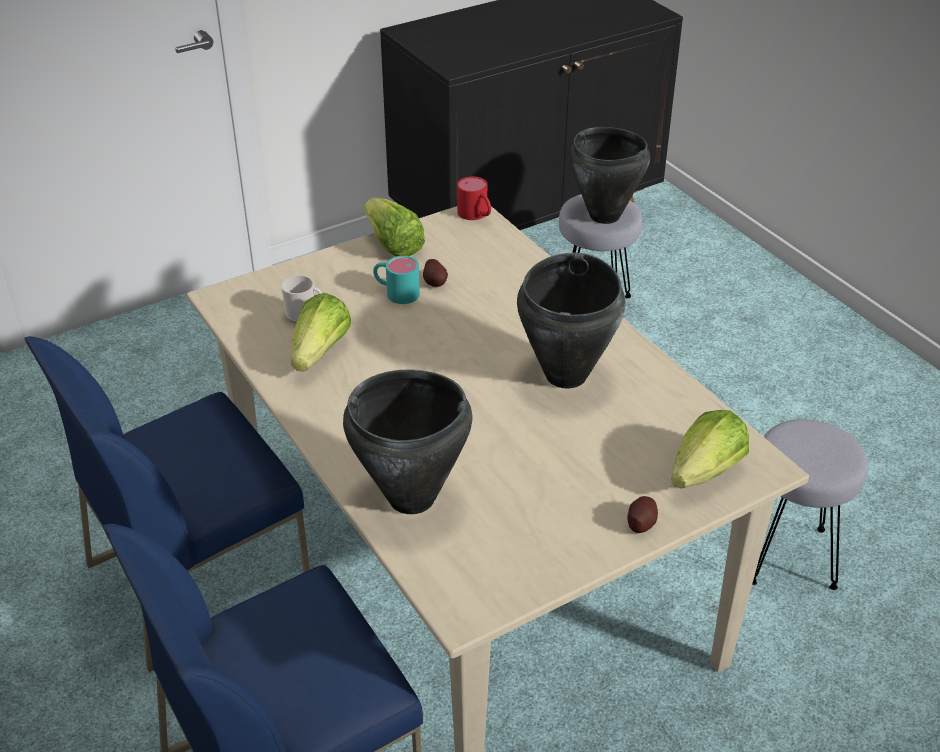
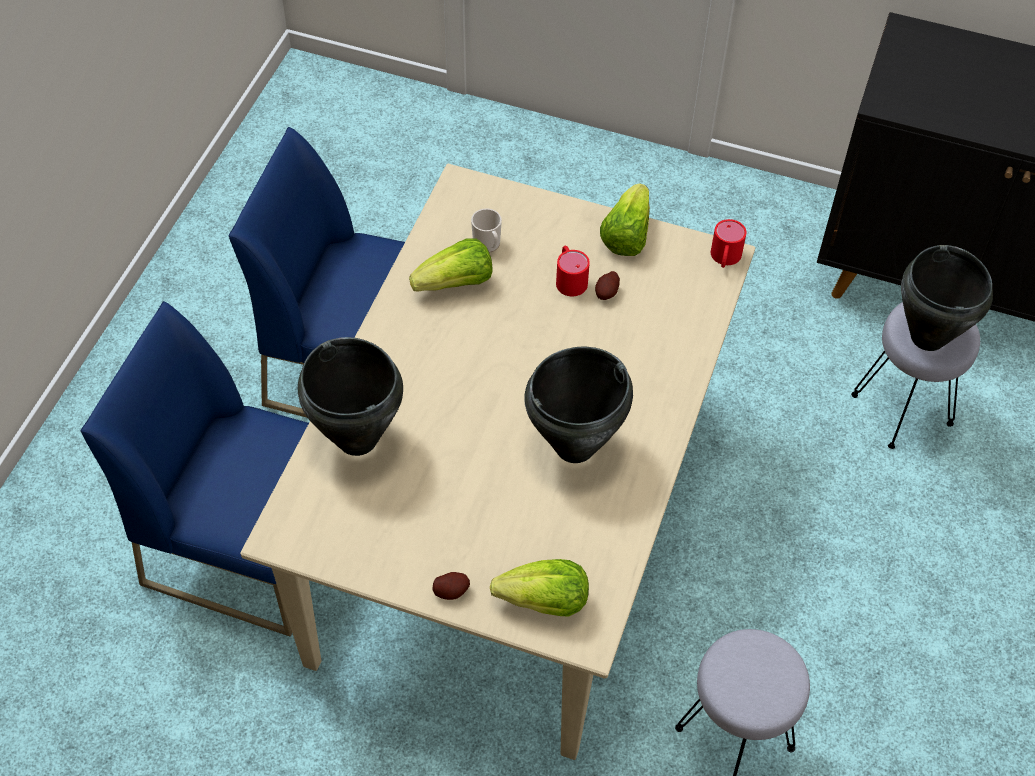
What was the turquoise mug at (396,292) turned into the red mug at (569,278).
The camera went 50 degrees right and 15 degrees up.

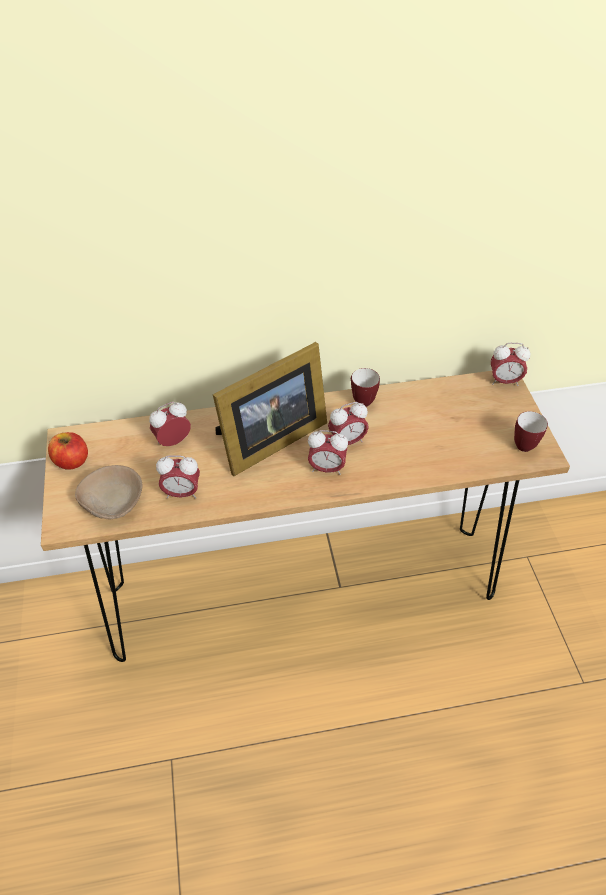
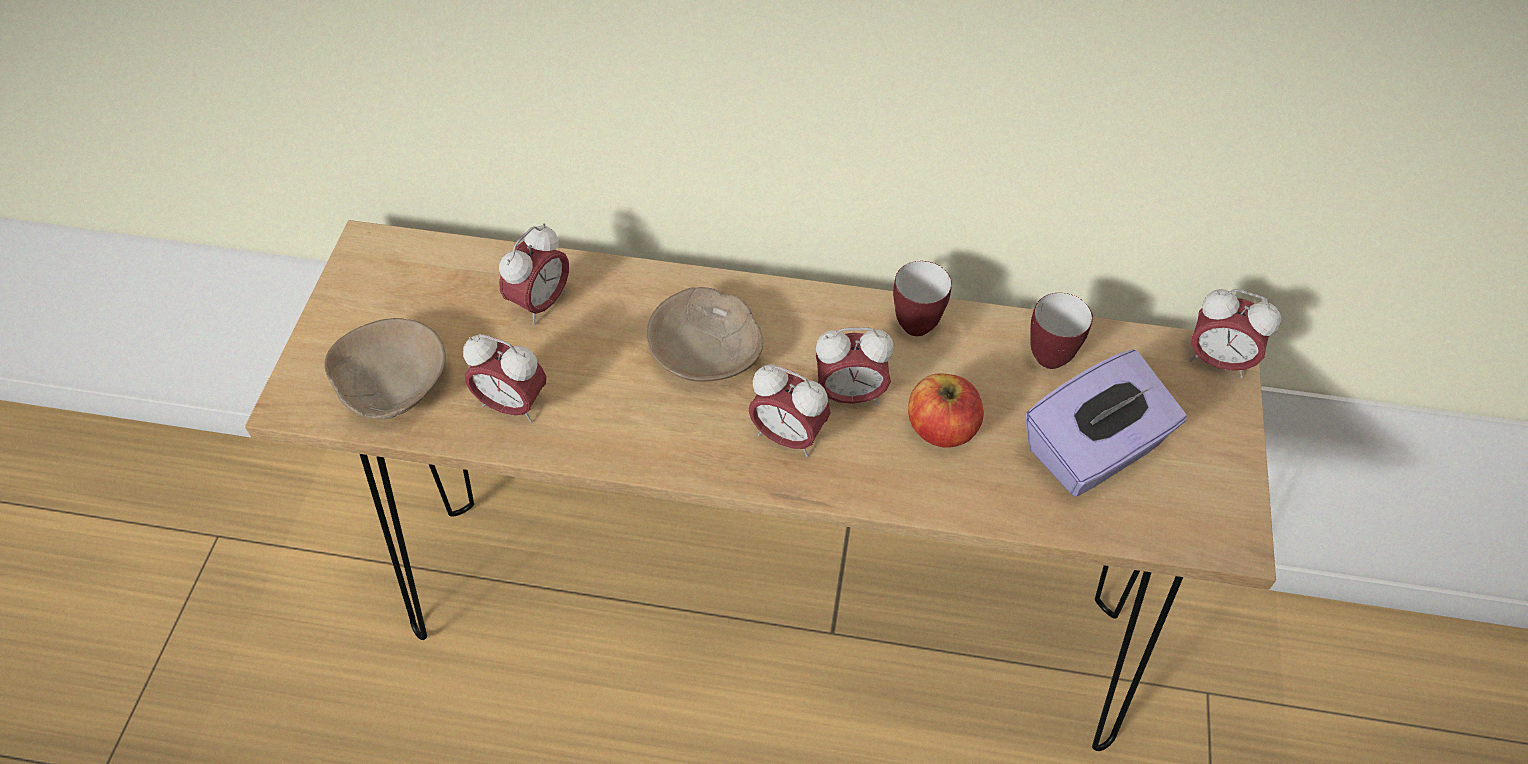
Where the picture frame stood at (268,440), the beige bowl came to stand at (706,350).
The alarm clock at (173,441) ended up facing another way, 135 degrees clockwise from before.
The mug ended up elsewhere, having gone from (525,443) to (1055,353).
The apple ended up elsewhere, having gone from (72,461) to (941,428).
The second view gained the purple tissue box at (1094,451).
The camera went 20 degrees right and 5 degrees up.

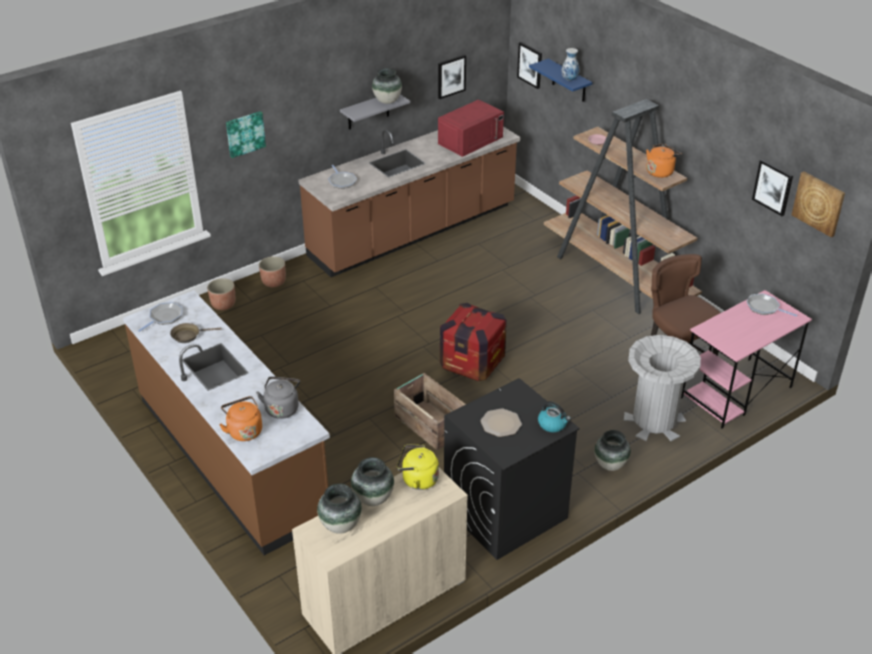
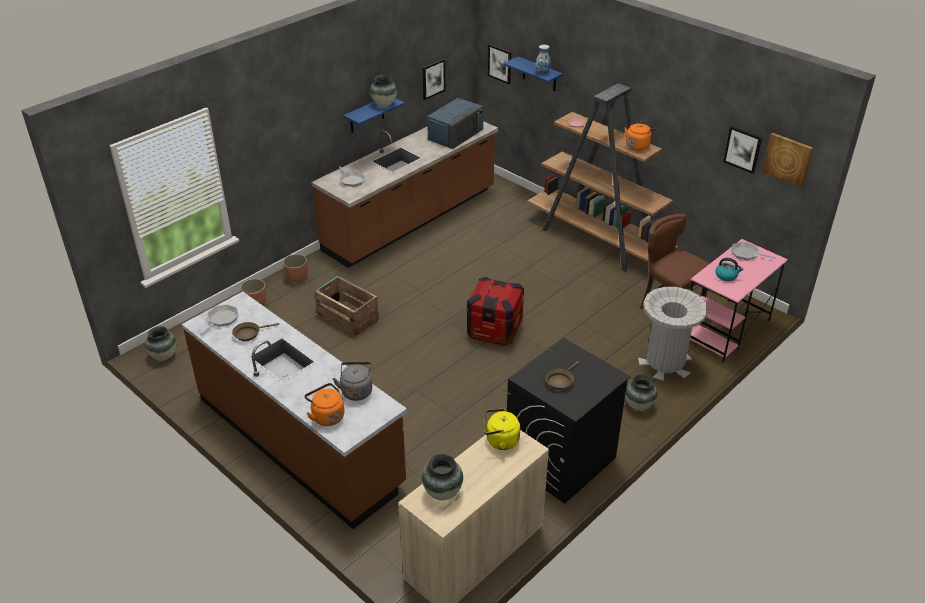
What was the grey shelf at (368,111) turned into the blue shelf at (367,115).
What was the red microwave at (470,140) turned into the blue microwave at (455,134).
The second view lost the picture at (245,133).
The crate ended up elsewhere, having gone from (430,423) to (347,316).
The kettle ended up elsewhere, having gone from (553,424) to (726,276).
Where the plate stood at (500,423), the brown frying pan came to stand at (560,380).
The vase ended up elsewhere, having gone from (372,498) to (163,356).
The camera went 10 degrees left and 0 degrees up.

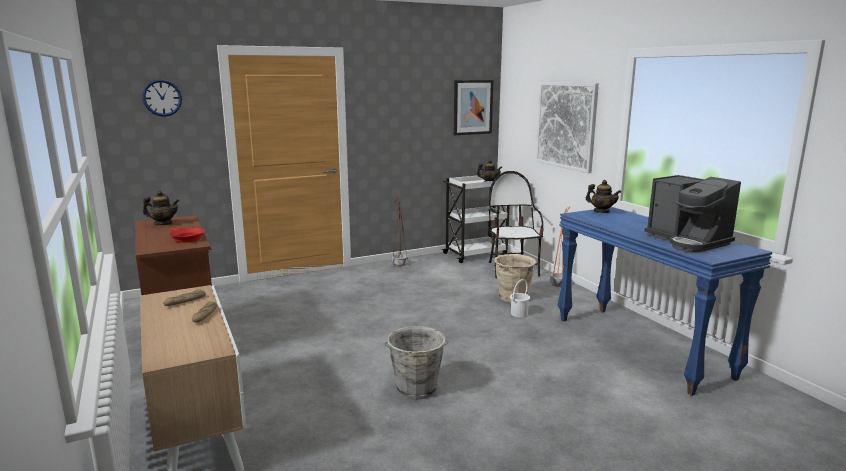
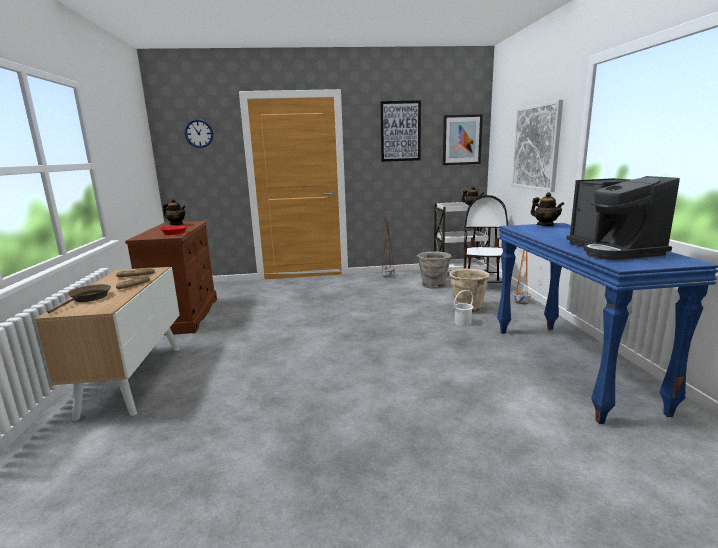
The grey bucket ended up elsewhere, having gone from (416,390) to (433,285).
The second view gained the picture at (400,131).
The second view gained the brown frying pan at (88,299).
The camera went 20 degrees right and 0 degrees up.

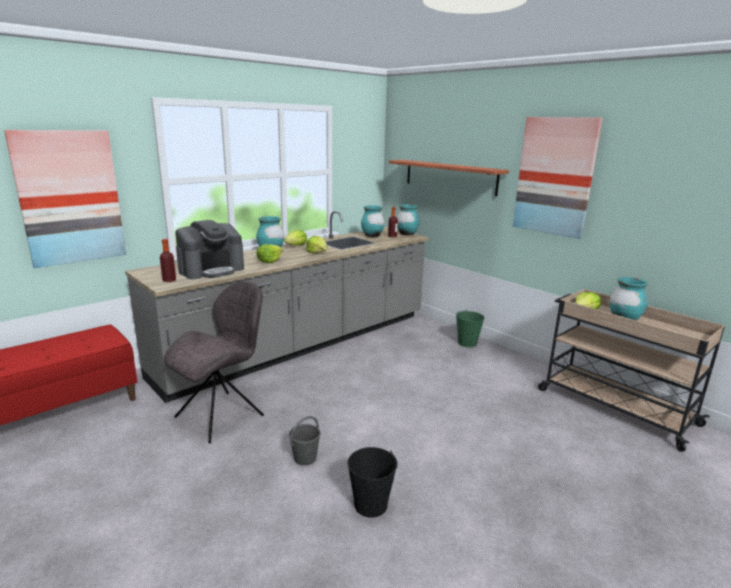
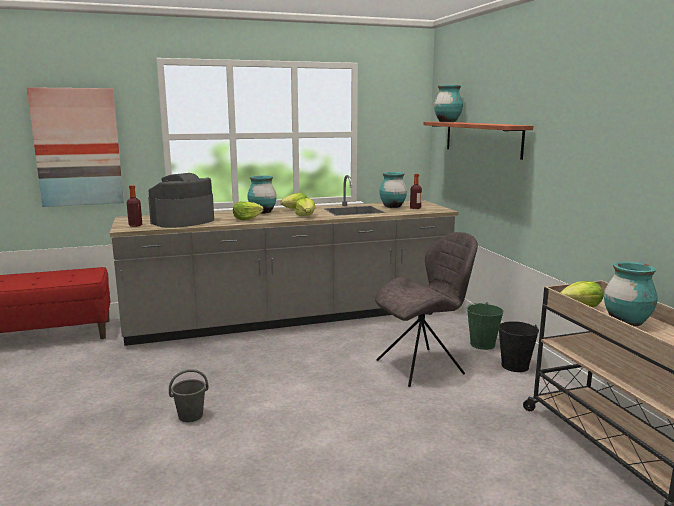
The second view lost the picture at (554,176).
The turquoise vase ended up elsewhere, having gone from (407,234) to (447,122).
The coffee machine at (211,270) ended up facing another way, 150 degrees clockwise from before.
The grey chair ended up elsewhere, having gone from (222,415) to (422,366).
The black bucket ended up elsewhere, having gone from (370,504) to (514,366).
The camera went 25 degrees right and 5 degrees down.

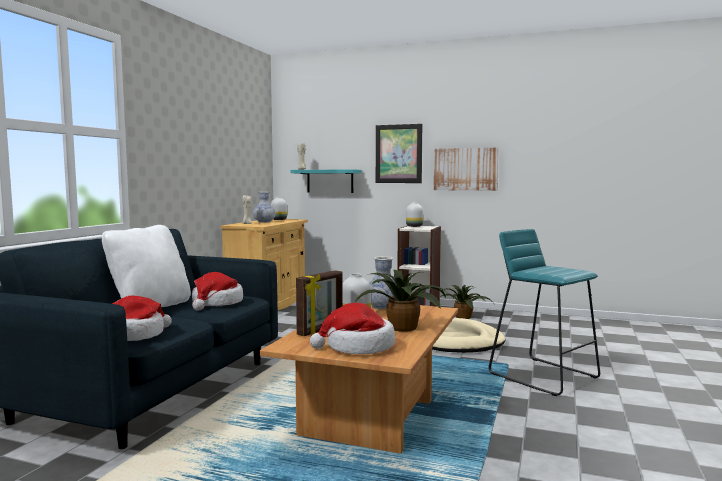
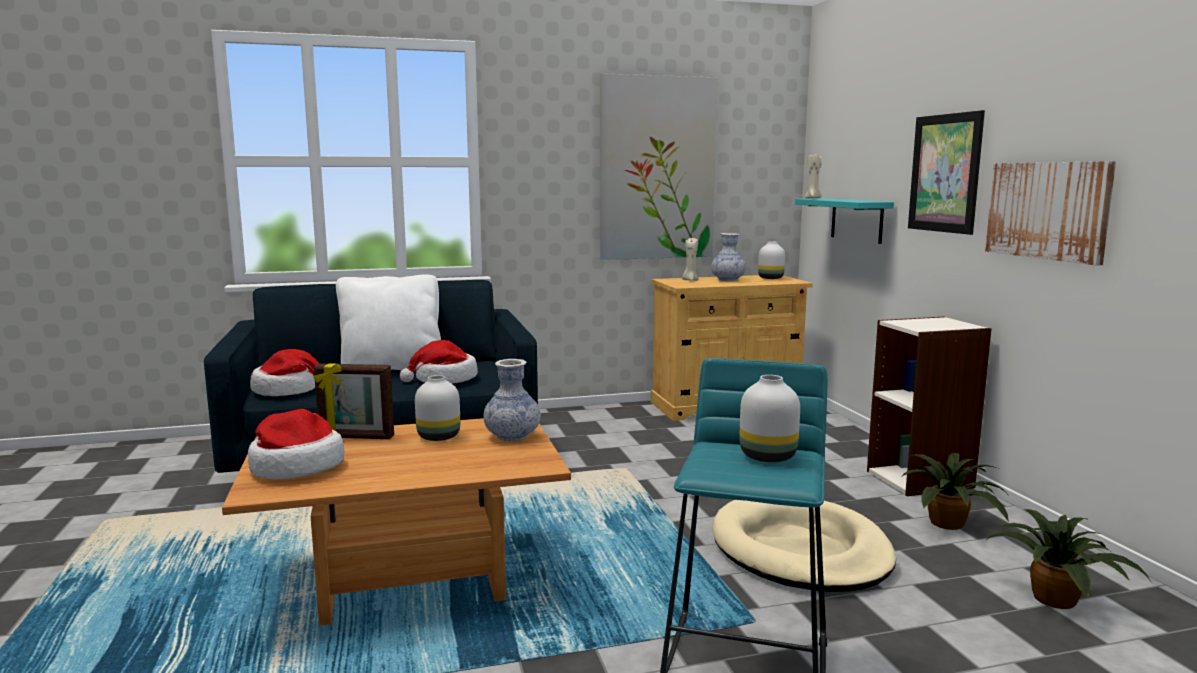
The white vase ended up elsewhere, having gone from (414,226) to (766,456).
The potted plant ended up elsewhere, having gone from (404,327) to (1058,599).
The second view gained the picture at (657,168).
The camera went 55 degrees right and 5 degrees up.

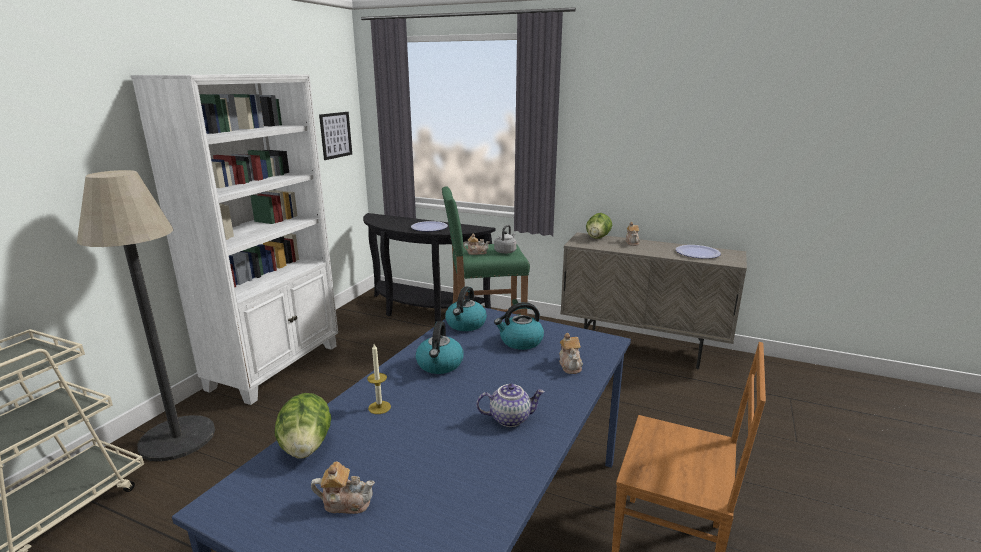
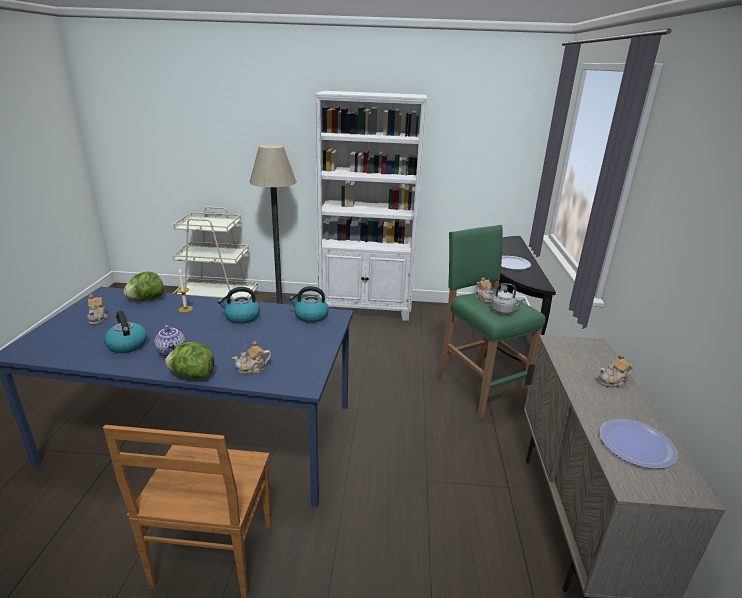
The second view lost the picture at (335,135).
The lettuce ended up elsewhere, having gone from (597,238) to (192,376).
The kettle ended up elsewhere, having gone from (520,341) to (127,344).
The camera went 70 degrees right and 5 degrees up.

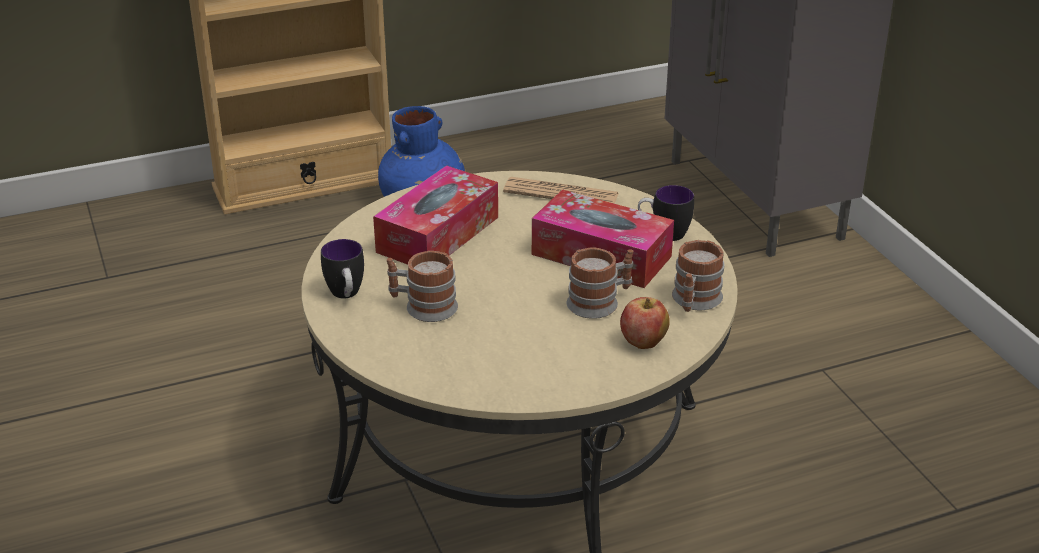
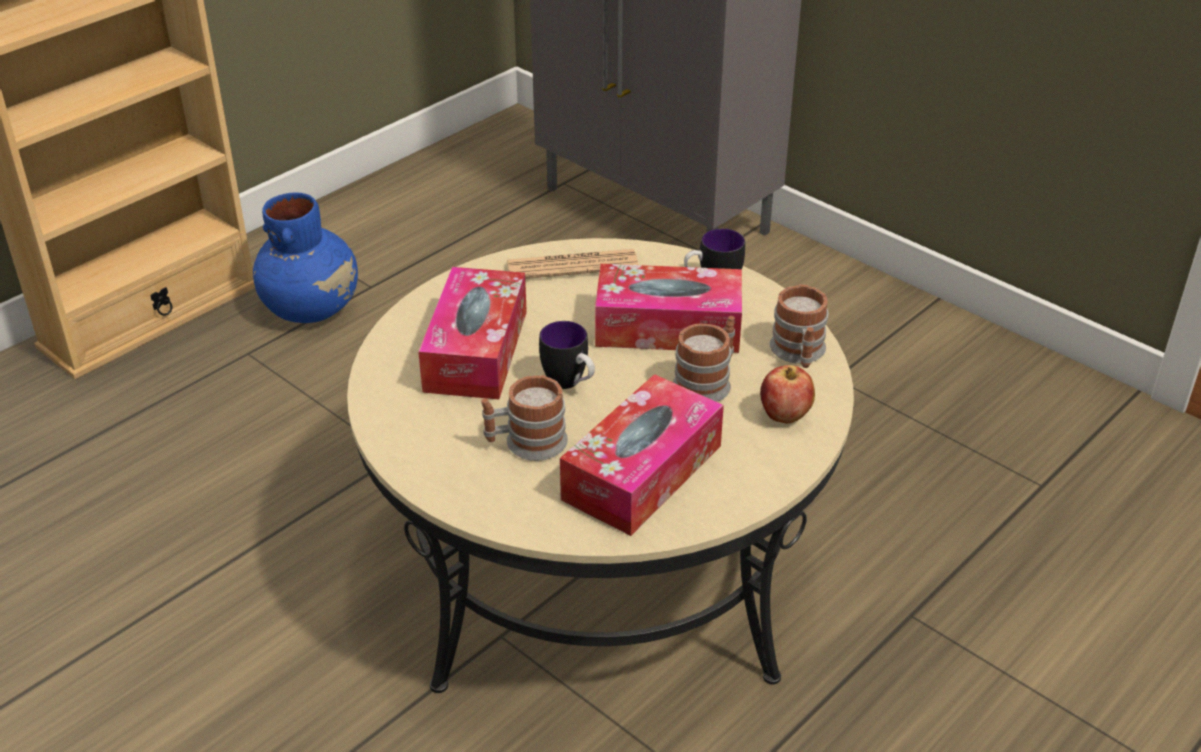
The mug ended up elsewhere, having gone from (346,296) to (570,384).
The second view gained the tissue box at (642,472).
The camera went 25 degrees left and 5 degrees up.

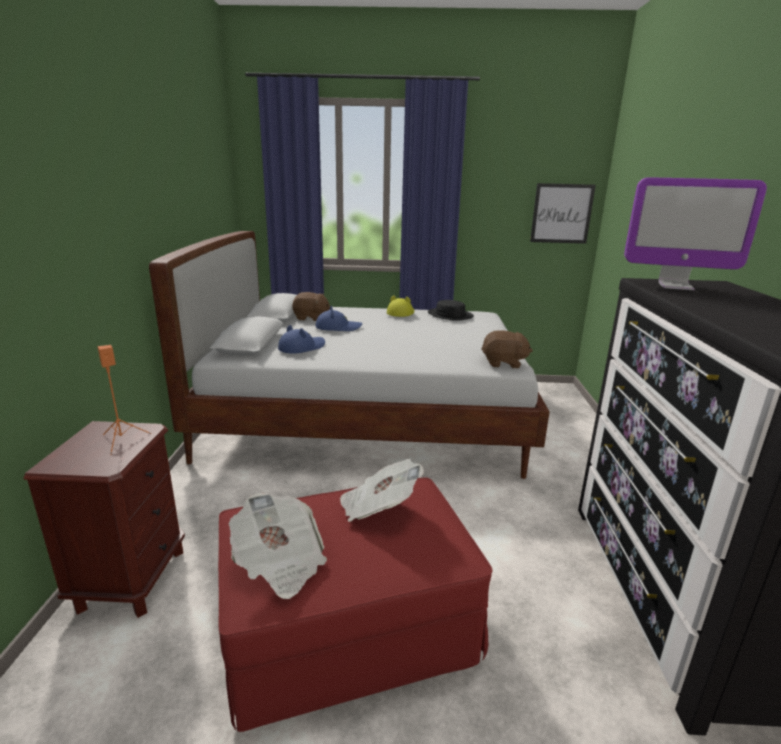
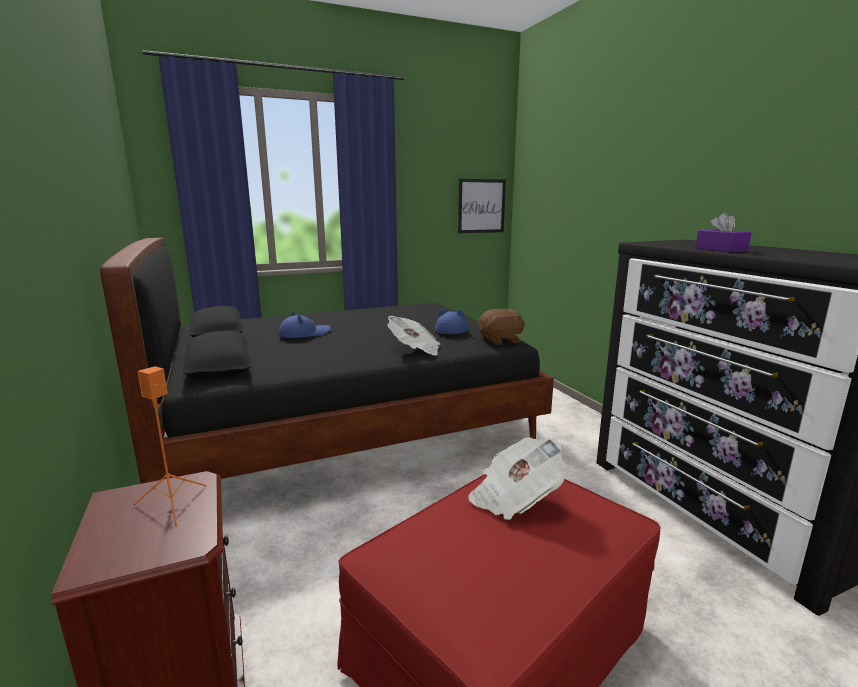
The second view lost the monitor at (675,286).
What was the white bed at (367,416) turned into the black bed at (345,427).
The second view lost the brown plush toy at (311,318).
The second view lost the yellow hat at (401,313).
The second view lost the black hat at (450,315).
The blue hat ended up elsewhere, having gone from (302,347) to (452,329).
The newspaper ended up elsewhere, having gone from (280,563) to (415,349).
The second view gained the purple tissue box at (720,249).
The camera went 25 degrees left and 5 degrees down.

